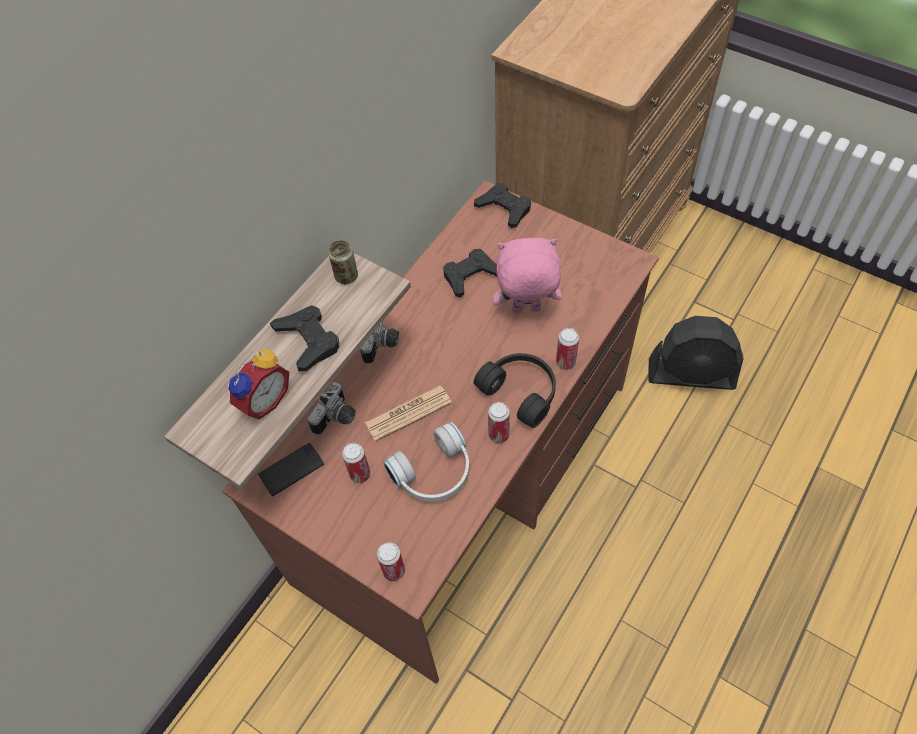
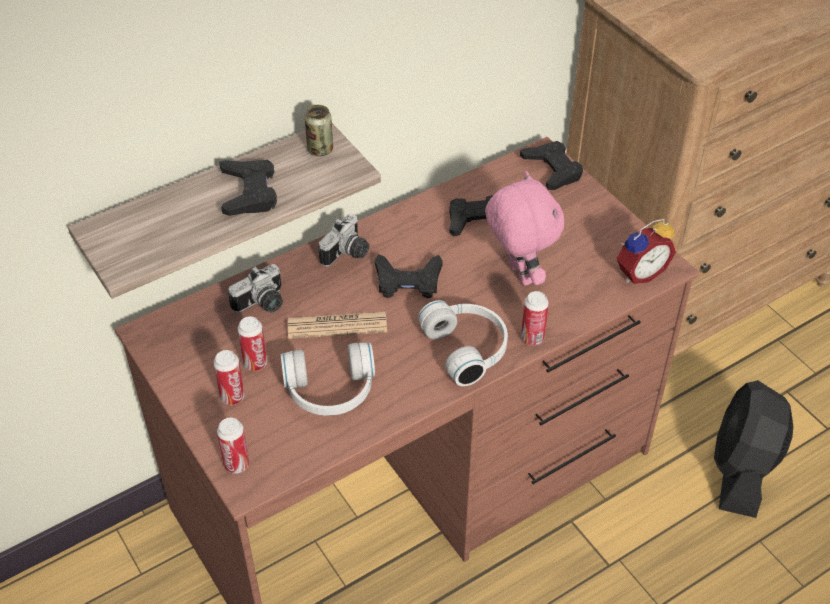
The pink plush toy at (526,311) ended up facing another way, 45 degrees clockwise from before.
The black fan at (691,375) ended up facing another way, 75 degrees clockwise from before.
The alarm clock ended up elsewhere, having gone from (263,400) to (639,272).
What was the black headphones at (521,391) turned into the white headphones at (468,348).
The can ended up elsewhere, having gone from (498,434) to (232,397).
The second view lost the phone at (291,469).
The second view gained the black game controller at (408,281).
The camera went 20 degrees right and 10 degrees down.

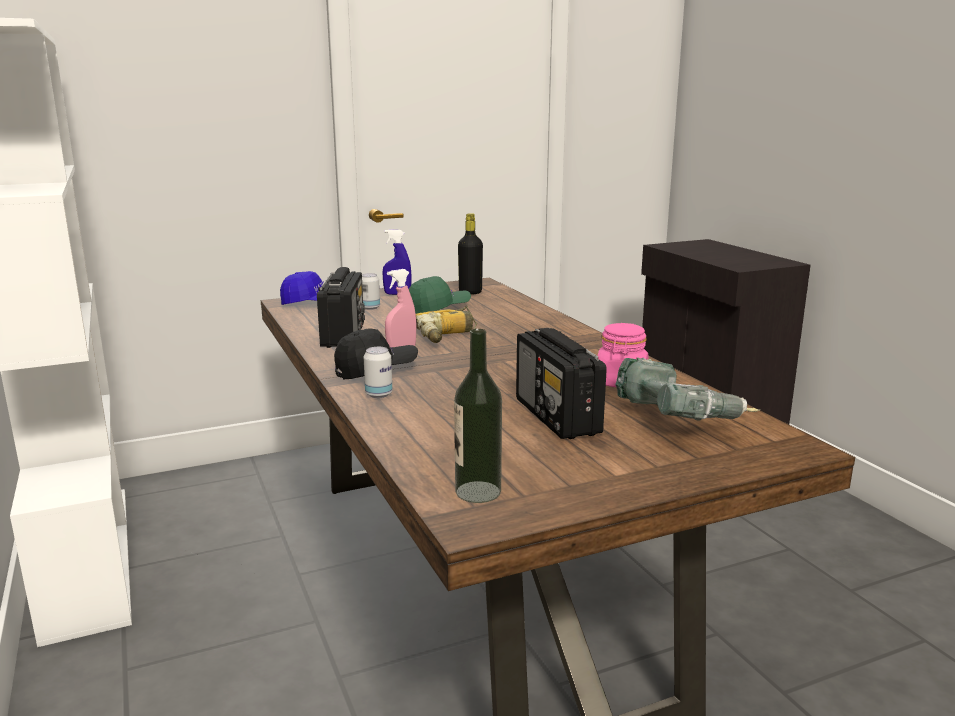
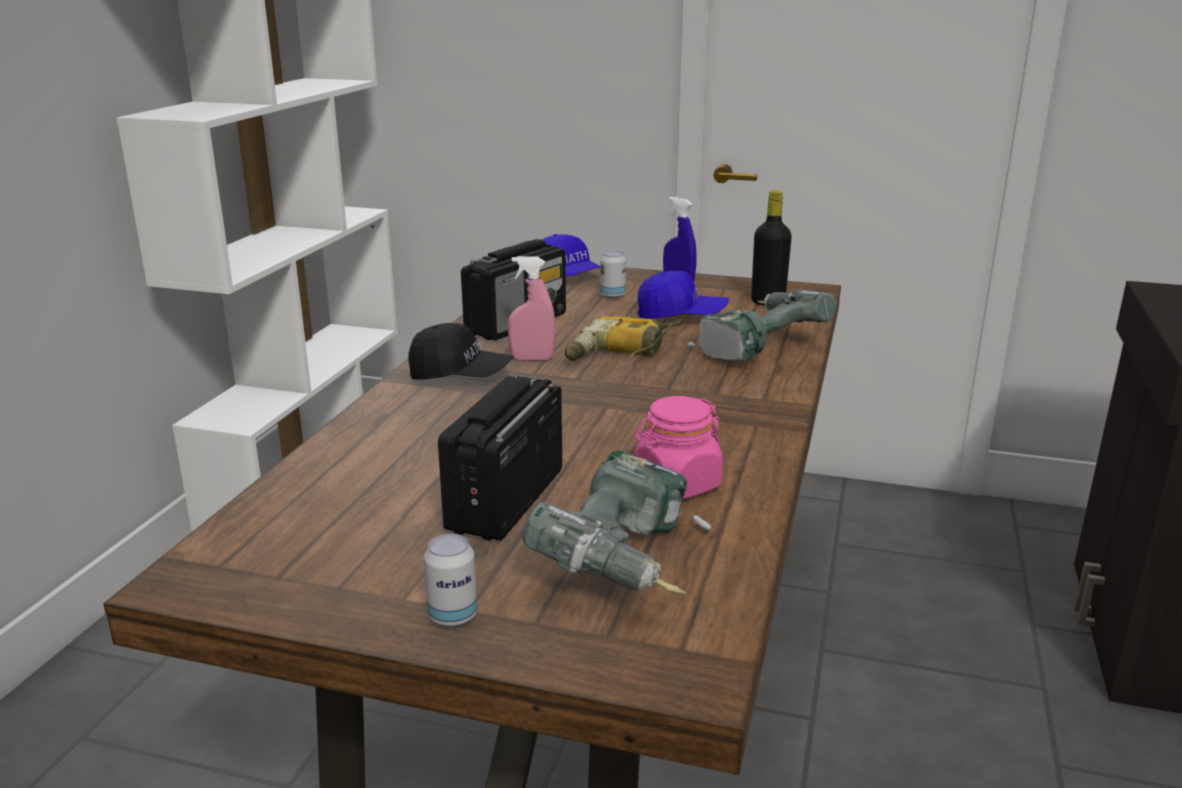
What was the green cap at (438,309) turned into the blue cap at (681,316).
The second view lost the bottle at (478,492).
The can ended up elsewhere, having gone from (379,394) to (453,616).
The second view gained the power drill at (757,347).
The camera went 40 degrees right and 5 degrees up.

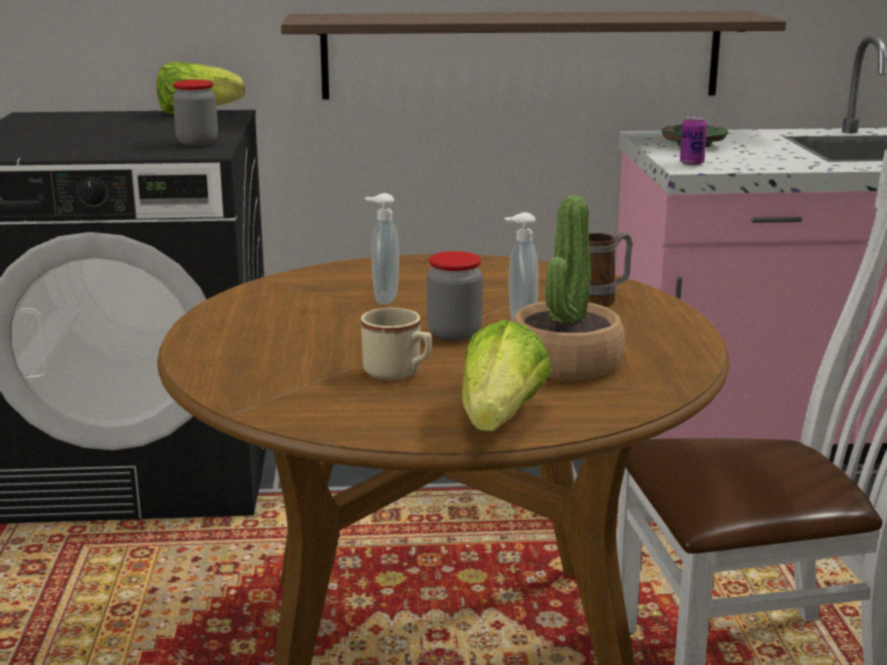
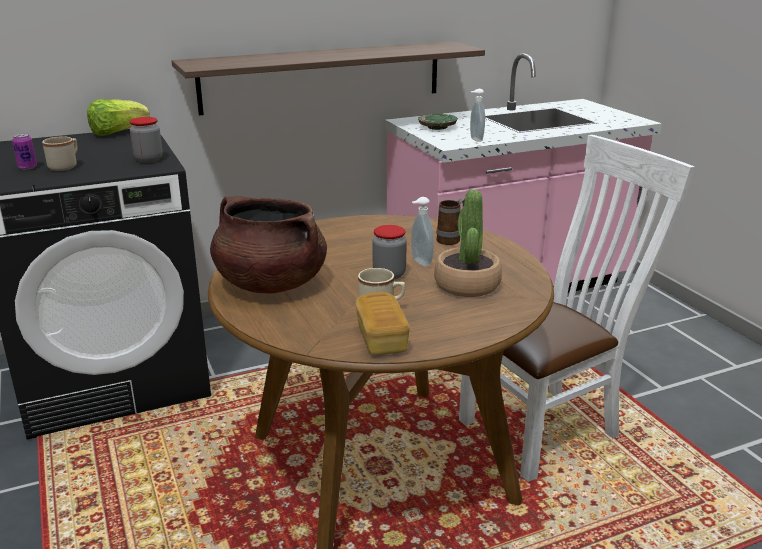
The can ended up elsewhere, having gone from (691,163) to (27,168).
The soap dispenser ended up elsewhere, having gone from (383,299) to (475,139).
The second view lost the lettuce at (500,419).
The second view gained the beige mug at (66,166).
The second view gained the brown cooking pot at (270,284).
The second view gained the bread at (381,339).
The camera went 20 degrees left and 5 degrees up.

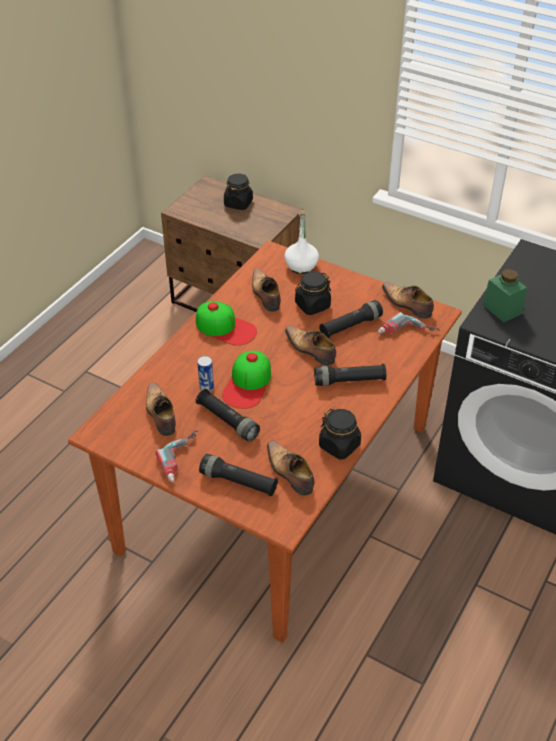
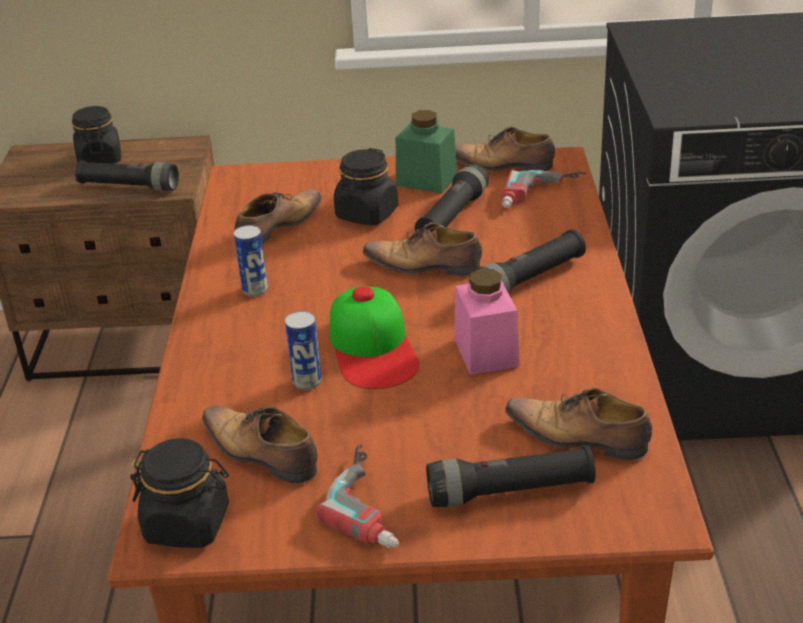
The second view lost the white bottle at (301,266).
The shoe at (265,294) ended up facing another way, 90 degrees clockwise from before.
The green jar ended up elsewhere, having gone from (502,309) to (426,180).
Where the cap stood at (225,327), the can came to stand at (255,290).
The black flashlight ended up elsewhere, having gone from (227,421) to (129,187).
The black jar ended up elsewhere, having gone from (339,446) to (188,524).
The second view gained the pink jar at (486,352).
The camera went 30 degrees left and 10 degrees down.

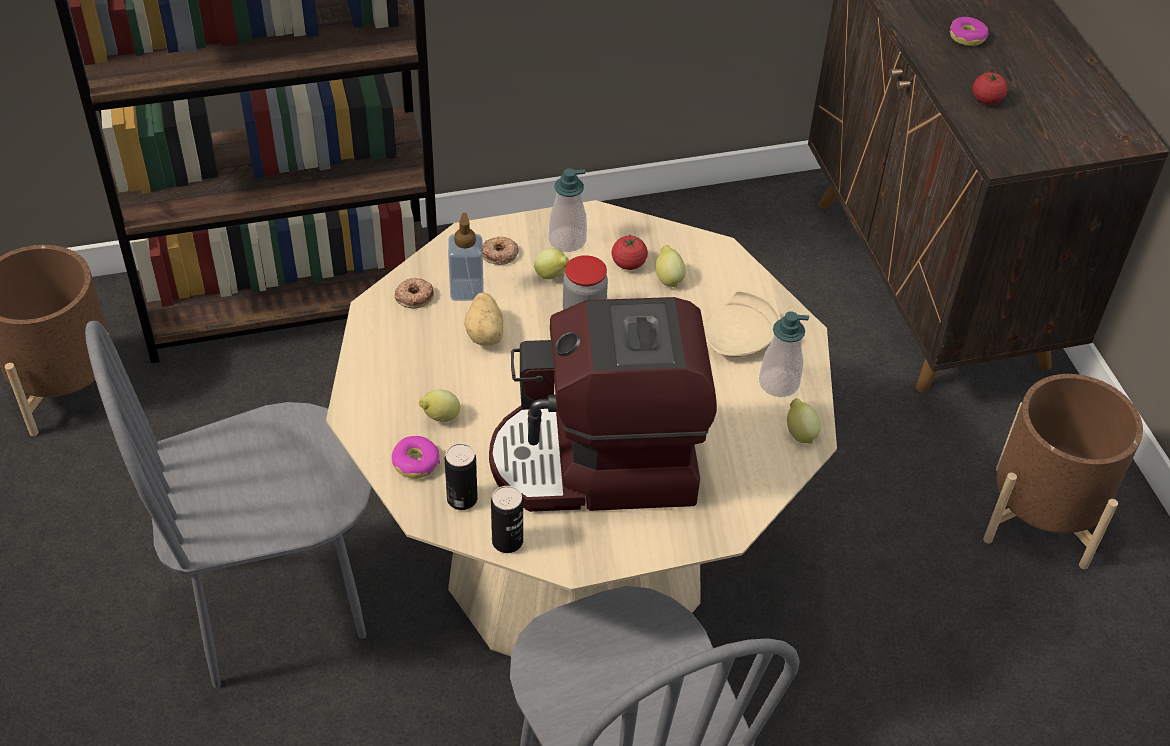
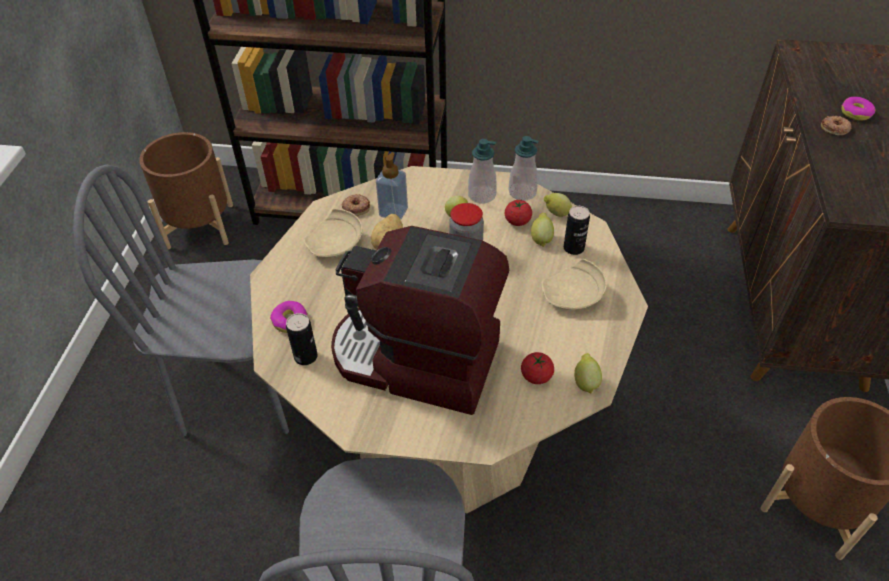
The tomato ended up elsewhere, having gone from (986,99) to (536,376).
The donut ended up elsewhere, having gone from (500,254) to (835,128).
The soap dispenser ended up elsewhere, having gone from (779,383) to (522,192).
The lemon ended up elsewhere, having gone from (440,418) to (556,214).
The can ended up elsewhere, having gone from (507,541) to (573,248).
The second view gained the beige plate at (336,244).
The camera went 25 degrees right and 0 degrees up.

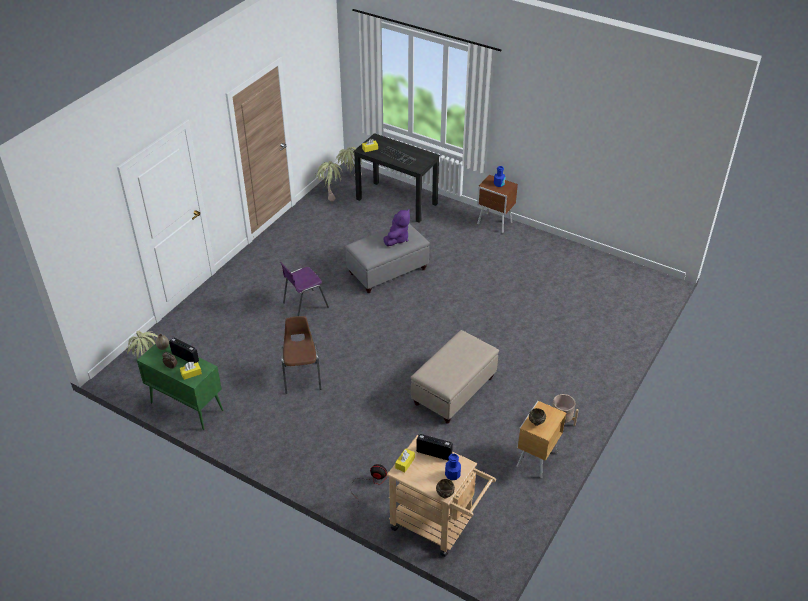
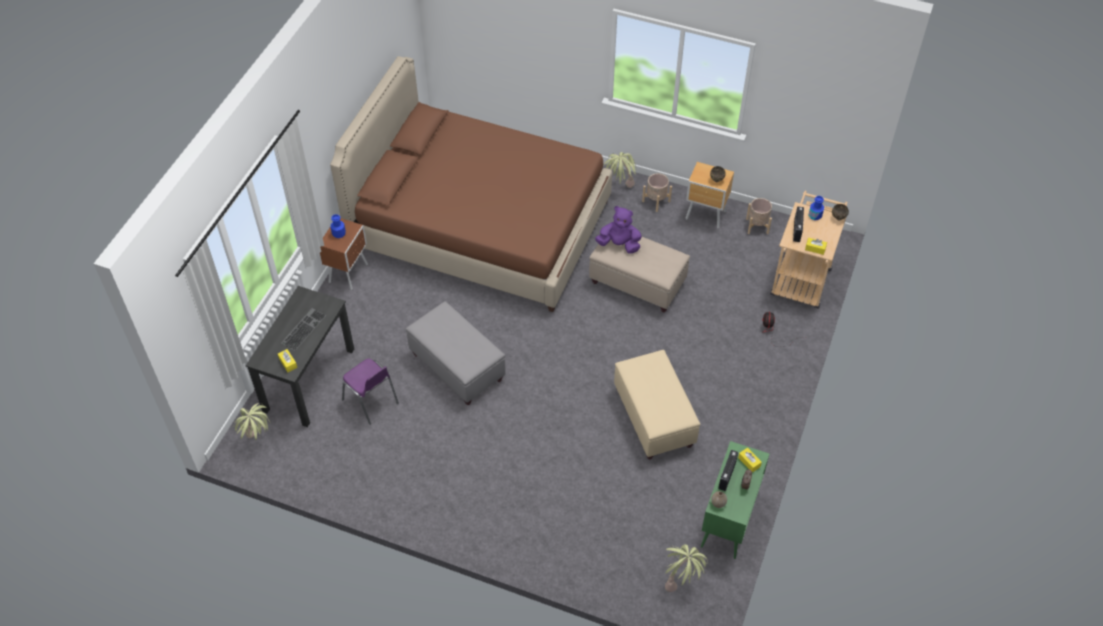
The potted plant ended up elsewhere, having gone from (330,195) to (620,188).
The purple plush toy ended up elsewhere, having gone from (397,239) to (619,244).
The purple chair ended up elsewhere, having gone from (304,305) to (371,402).
Where the brown chair stood at (302,377), the beige ottoman came to stand at (653,417).
The second view gained the brown bed at (480,225).
The second view gained the beige planter at (757,226).
The camera went 100 degrees left and 10 degrees up.

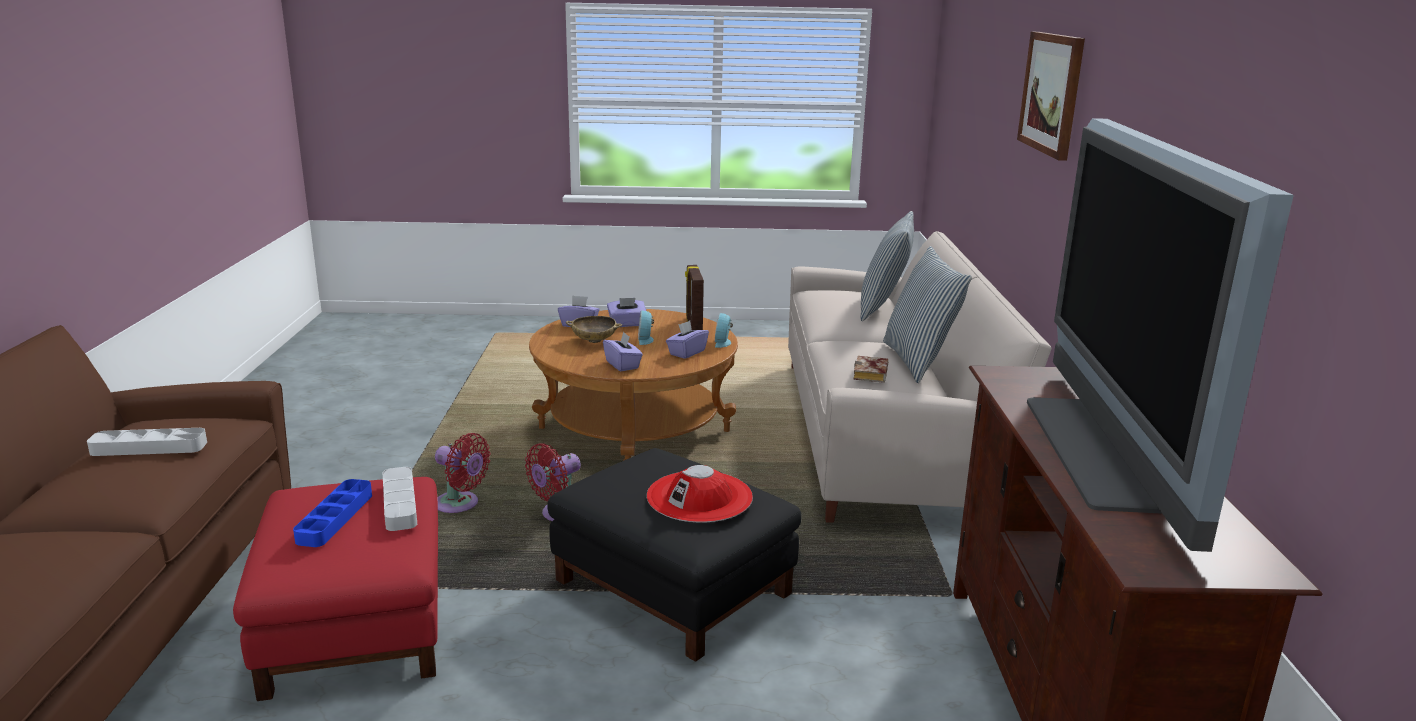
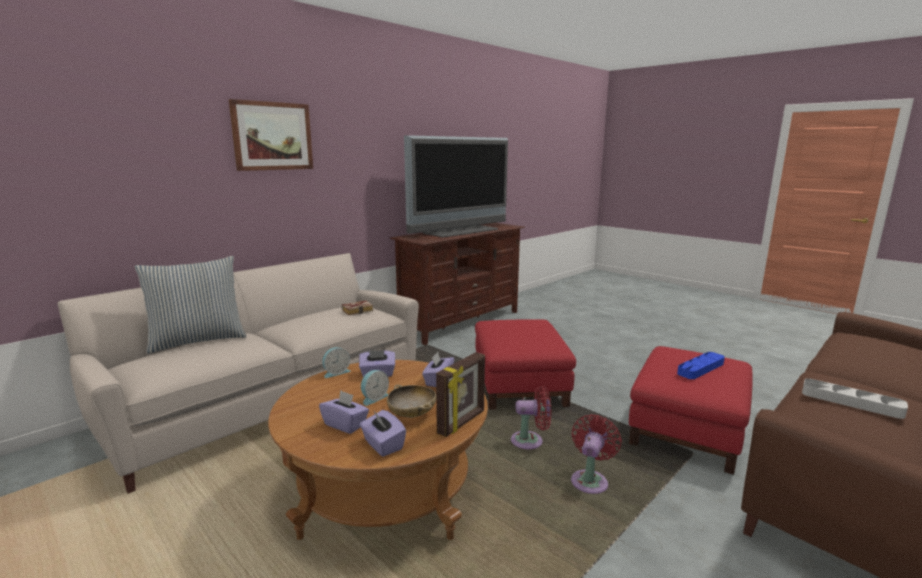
The second view lost the pillow at (919,361).
The picture frame ended up elsewhere, having gone from (693,325) to (462,422).
The red fan at (460,505) ended up facing another way, 45 degrees clockwise from before.
What was the black ottoman at (675,587) turned into the red ottoman at (518,384).
The second view lost the red hat at (699,497).
The second view lost the grey tray at (400,503).
The camera went 135 degrees left and 5 degrees down.

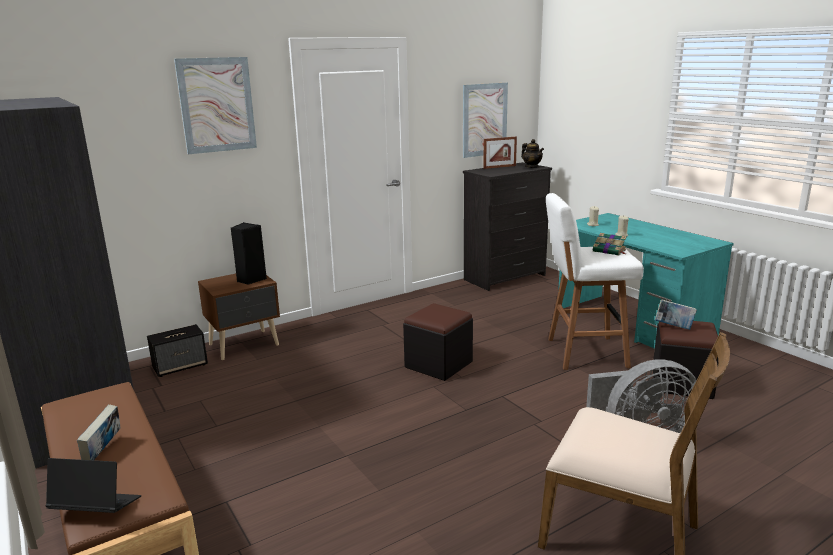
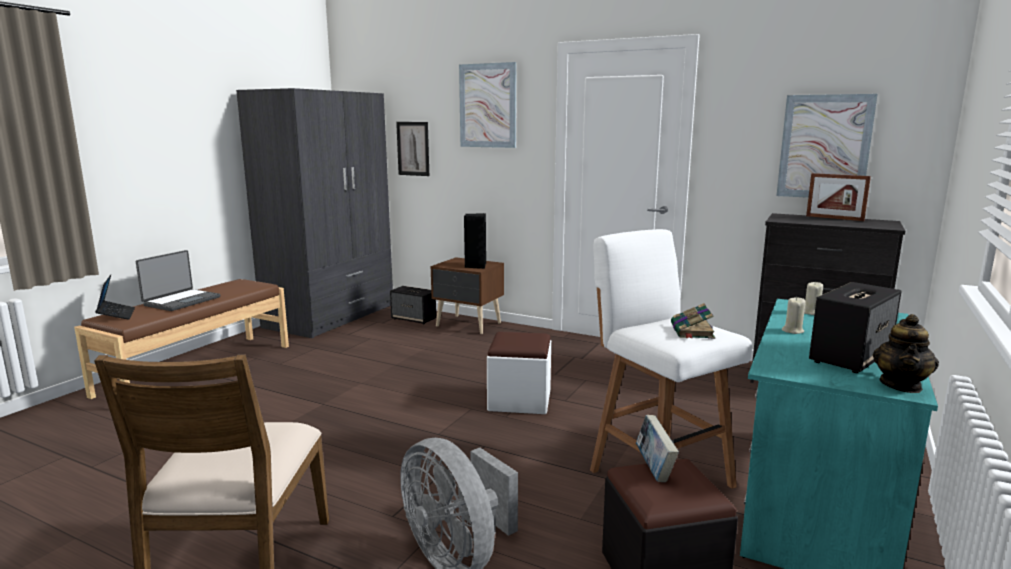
The teapot ended up elsewhere, having gone from (532,167) to (901,385).
What was the black ottoman at (438,364) turned into the white ottoman at (519,400).
Where the book stood at (103,451), the laptop came to stand at (181,301).
The second view gained the picture at (413,148).
The second view gained the speaker at (850,357).
The camera went 60 degrees right and 5 degrees down.

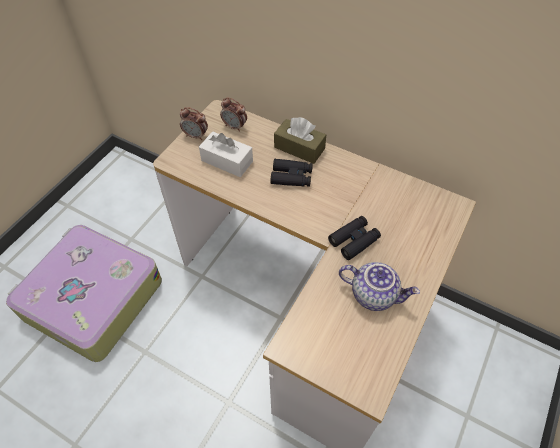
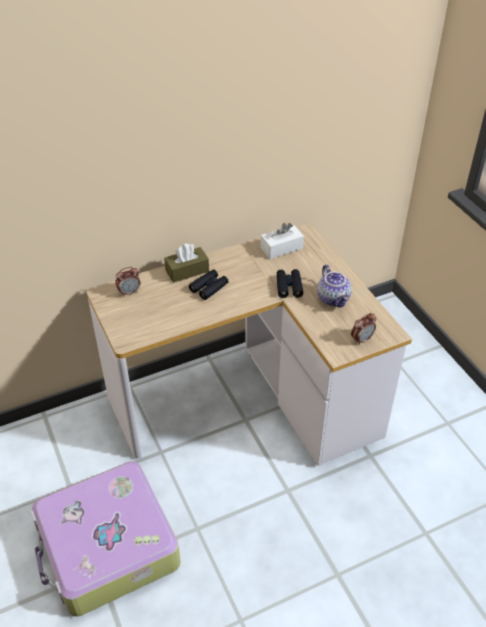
The alarm clock ended up elsewhere, having gone from (196,136) to (362,339).
The white tissue box ended up elsewhere, having gone from (227,161) to (281,248).
The teapot at (374,294) ended up facing another way, 105 degrees clockwise from before.
The camera went 55 degrees left and 10 degrees down.

